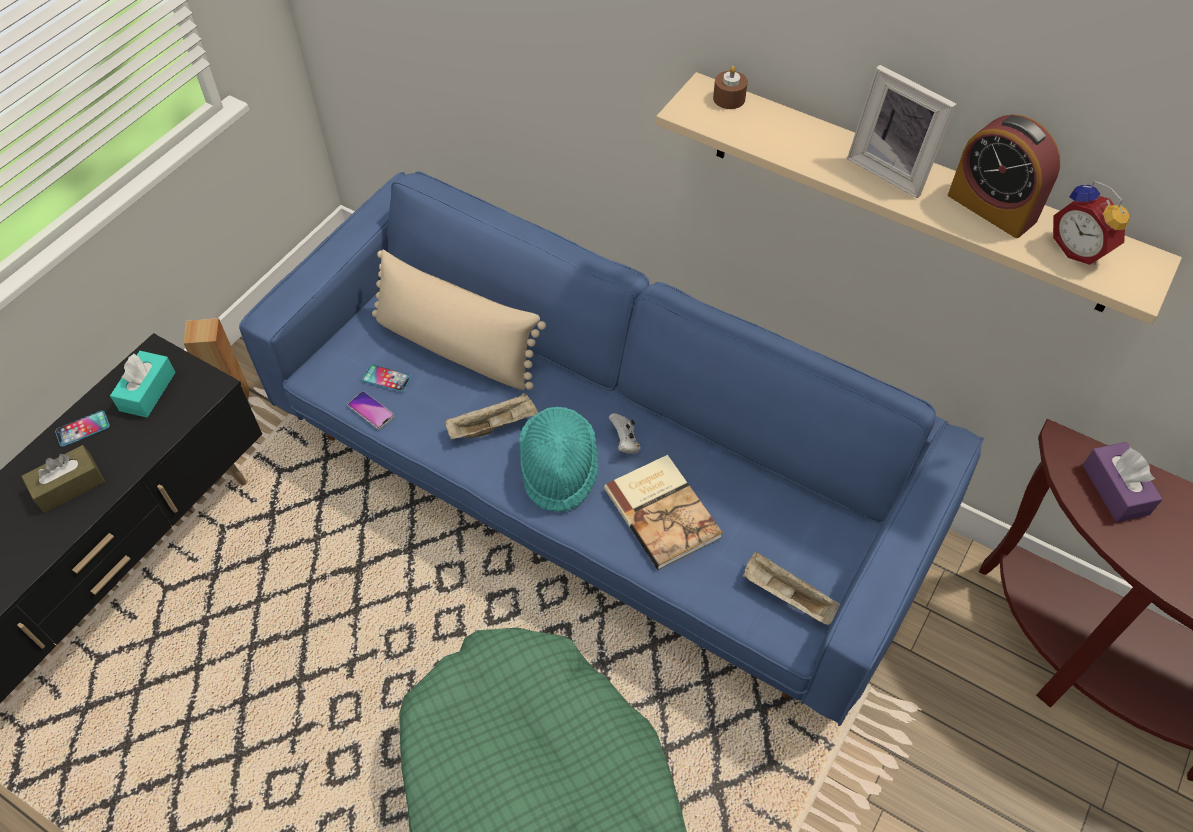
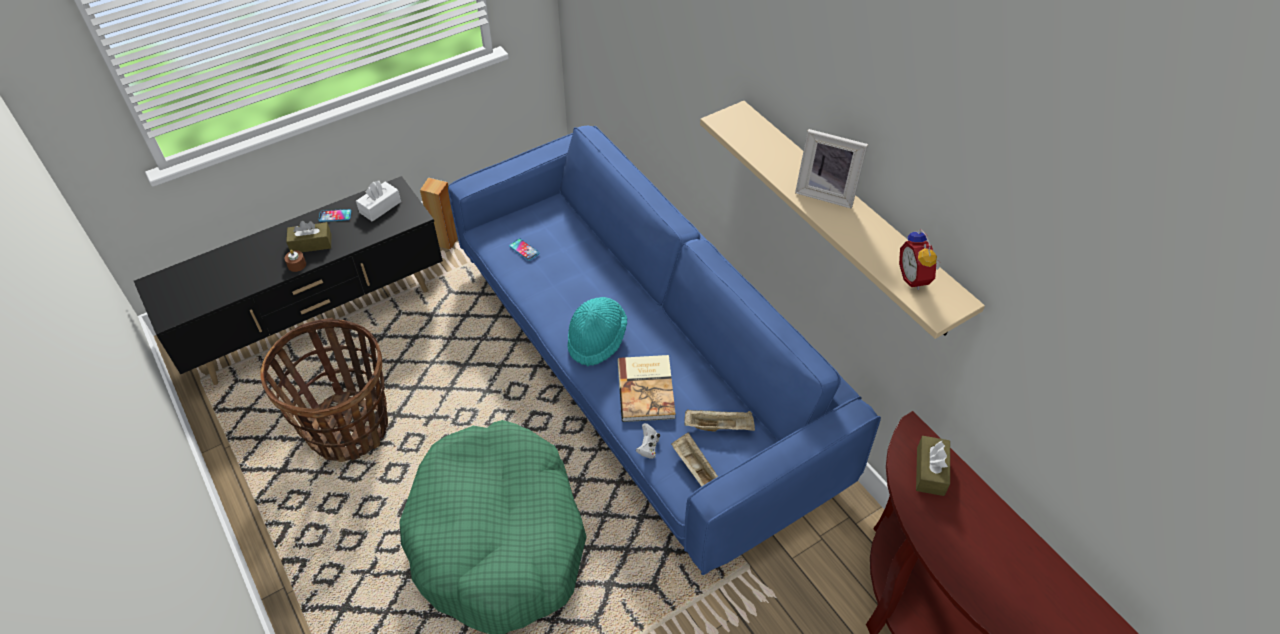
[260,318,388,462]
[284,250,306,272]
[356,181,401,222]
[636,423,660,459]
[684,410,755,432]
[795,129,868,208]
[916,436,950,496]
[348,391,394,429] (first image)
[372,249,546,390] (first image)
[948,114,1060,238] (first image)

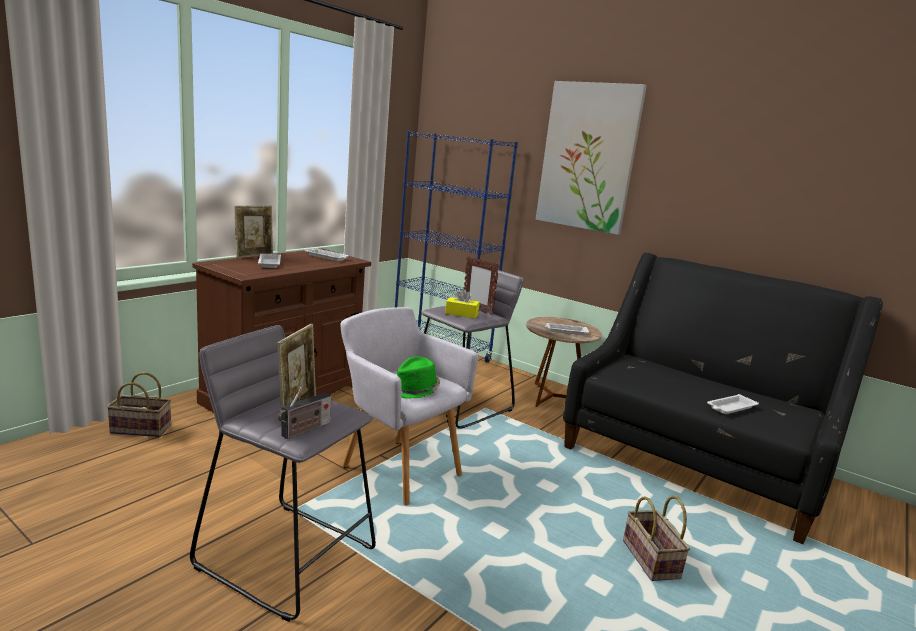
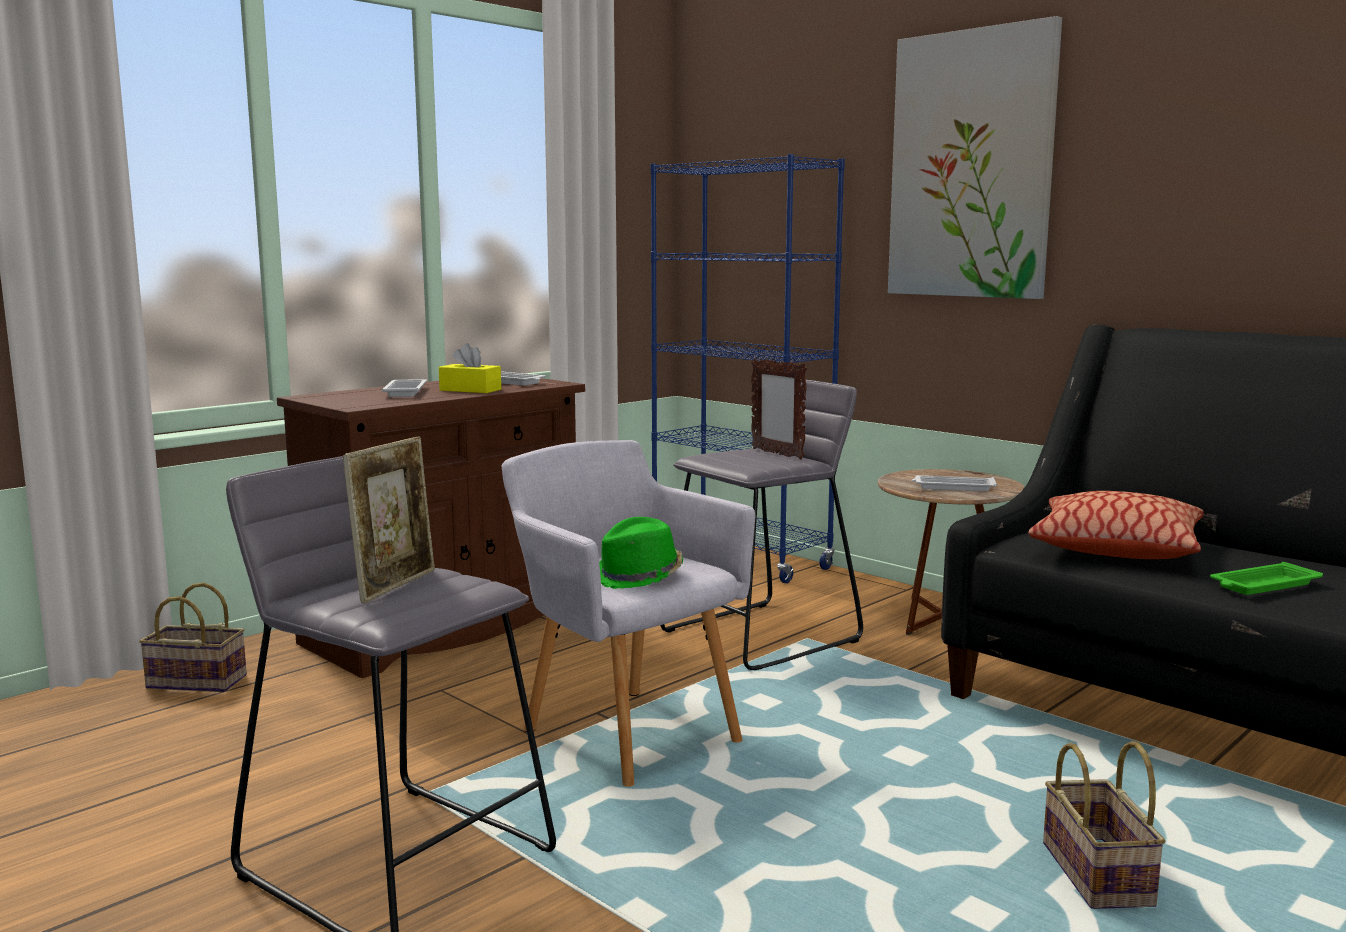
[439,343,501,393]
[1029,491,1204,559]
[1210,562,1323,595]
[234,206,273,258] (first image)
[278,387,331,439] (first image)

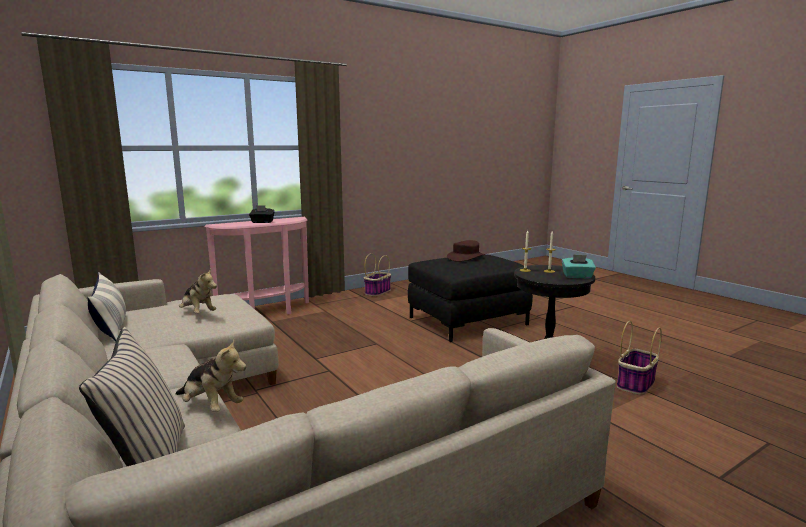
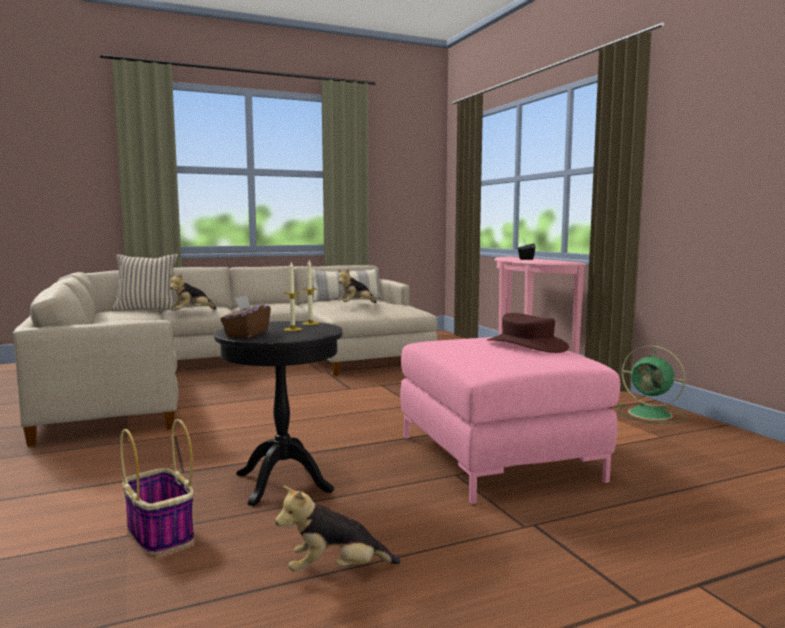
[220,295,271,338]
[275,485,401,571]
[400,337,620,504]
[618,345,686,424]

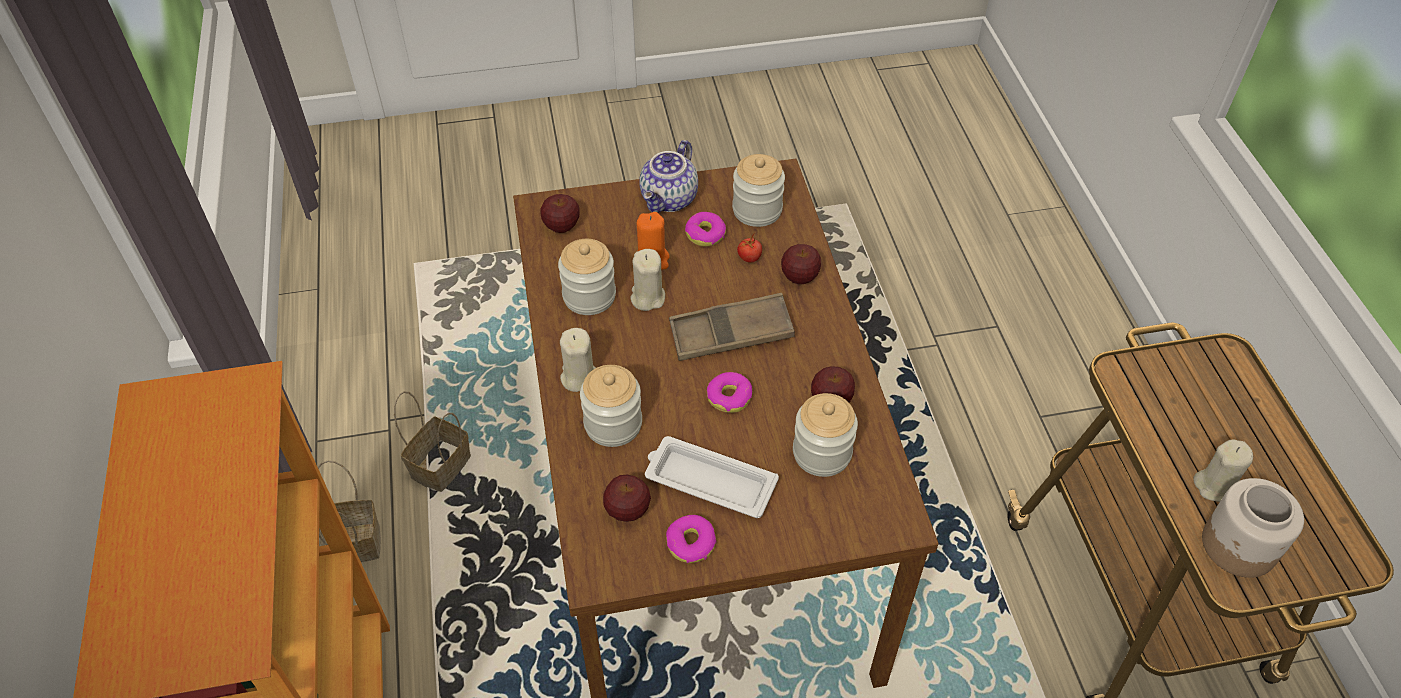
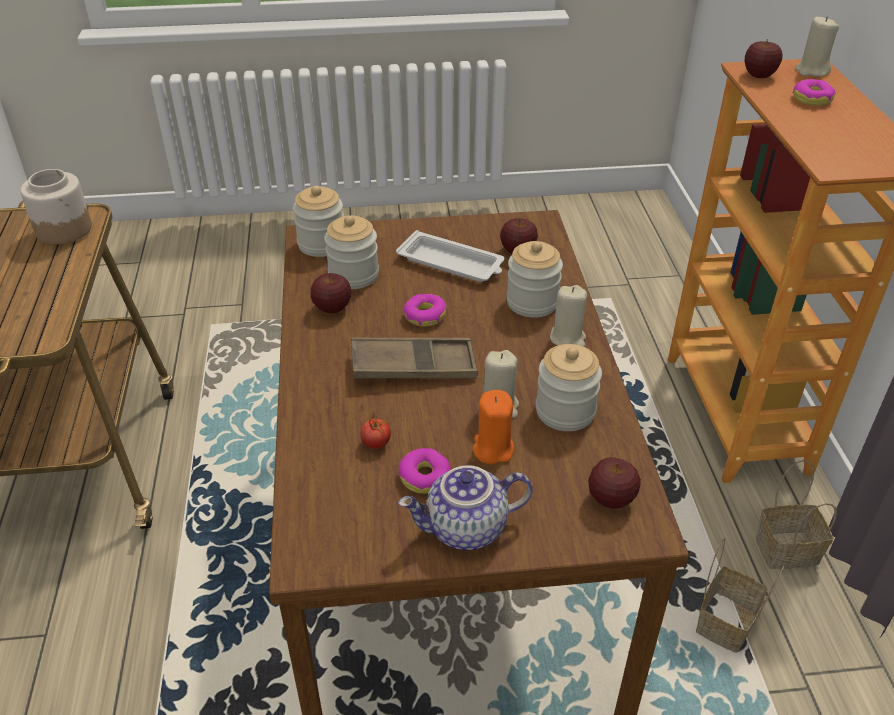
[293,186,344,257]
[398,465,533,550]
[744,39,783,78]
[792,79,836,106]
[795,16,839,77]

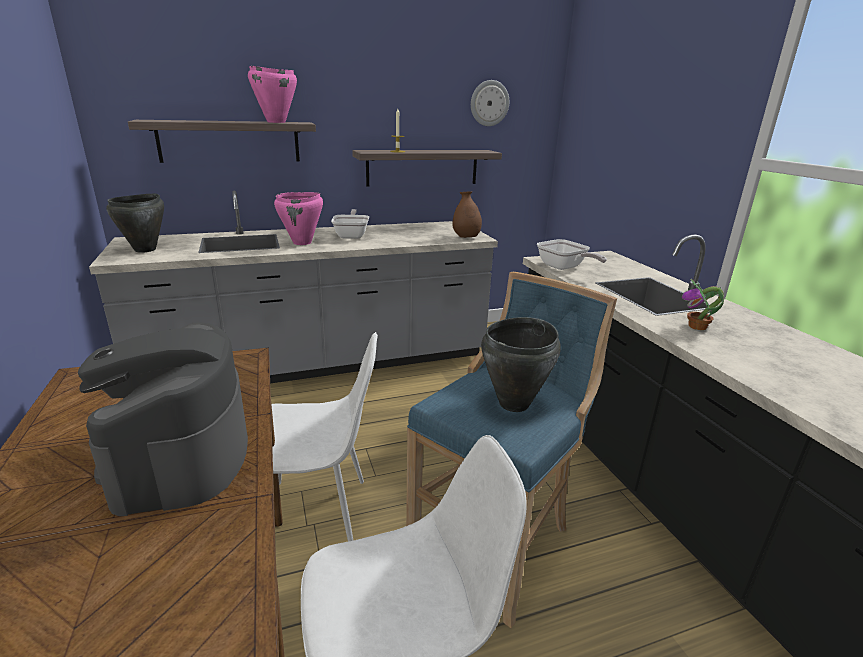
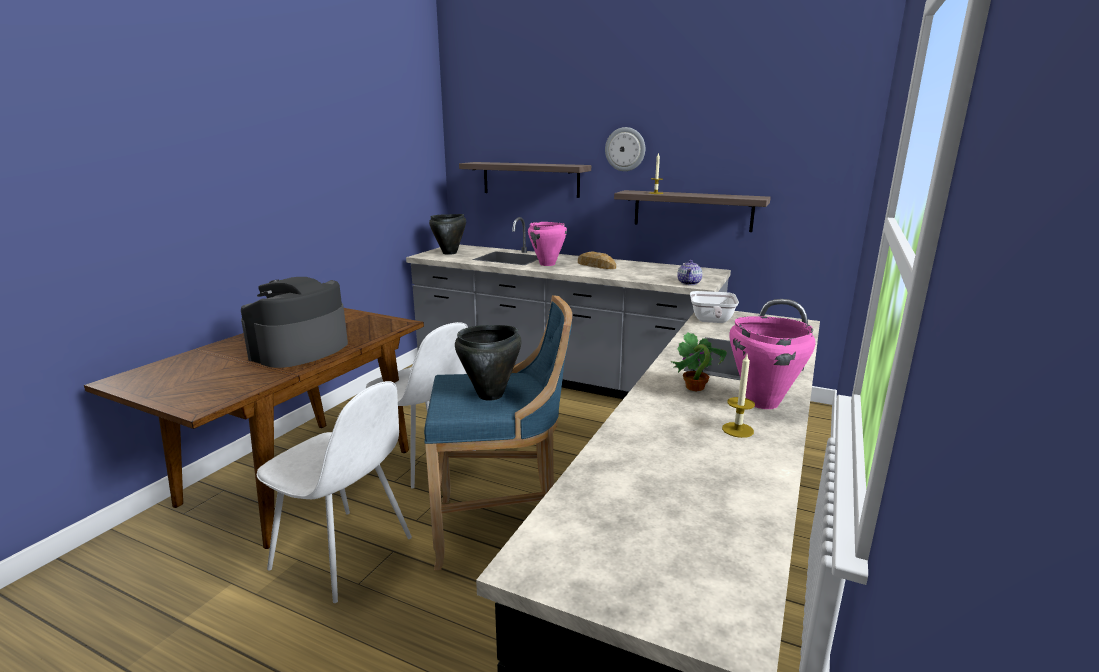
[578,251,616,269]
[605,127,645,171]
[677,260,702,285]
[722,354,755,438]
[729,316,815,409]

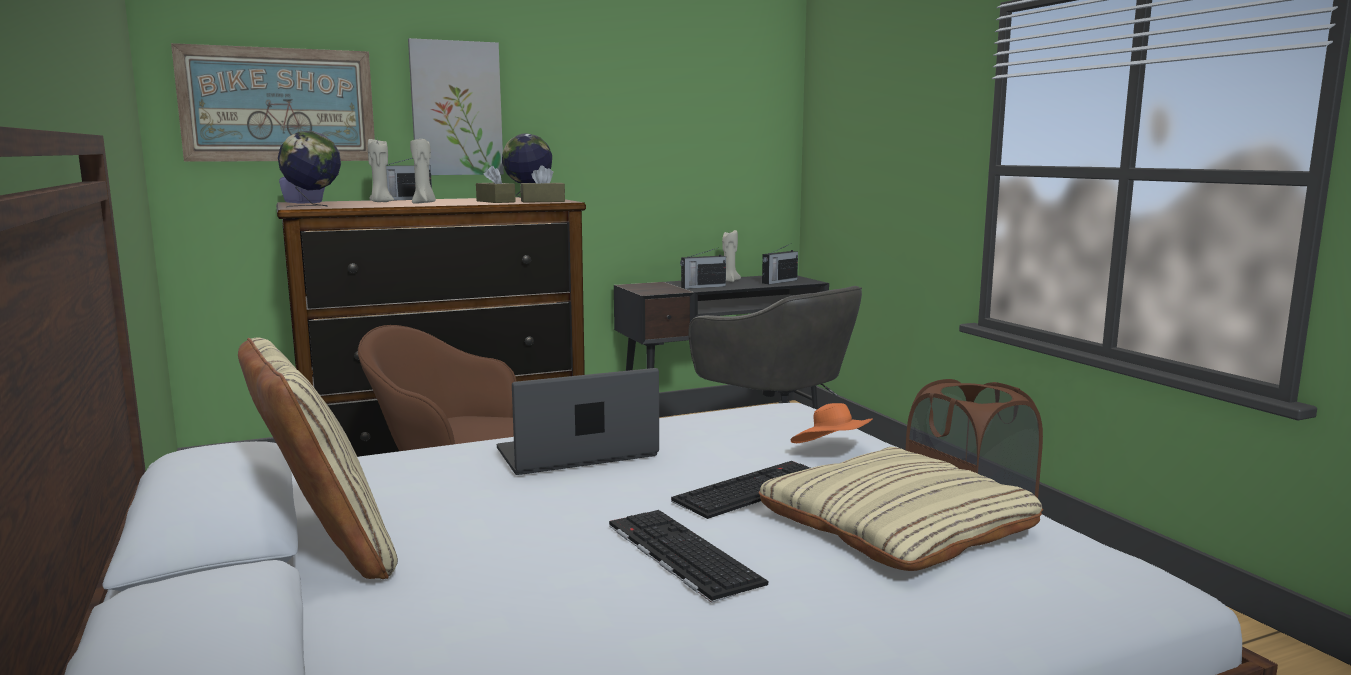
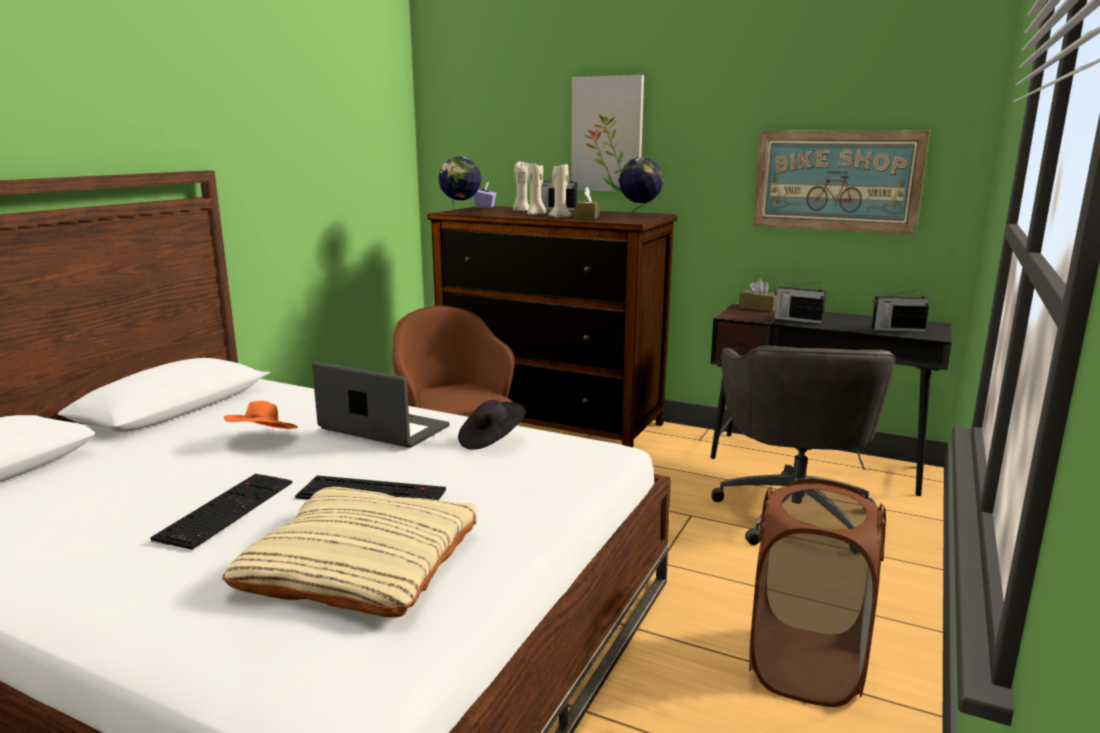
[224,401,298,429]
[458,400,526,450]
[548,164,572,218]
[739,279,776,312]
[753,131,930,234]
[238,337,398,579] (first image)

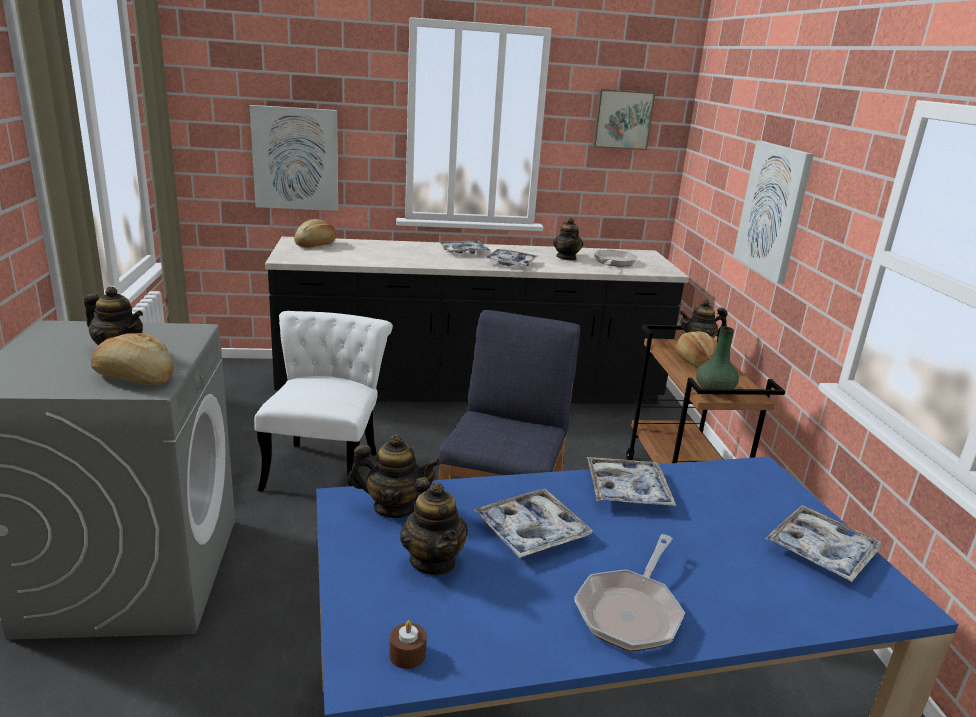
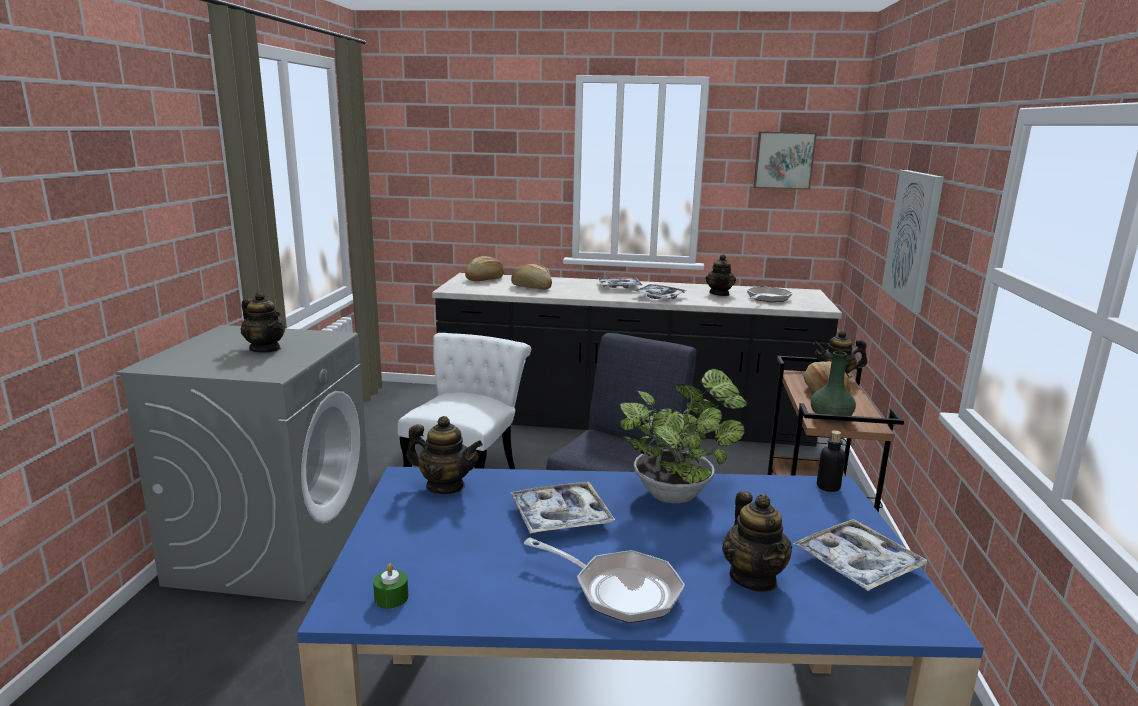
[373,563,409,609]
[511,264,552,290]
[524,538,685,623]
[620,369,747,503]
[722,491,792,592]
[817,430,845,492]
[250,105,338,211] (first image)

